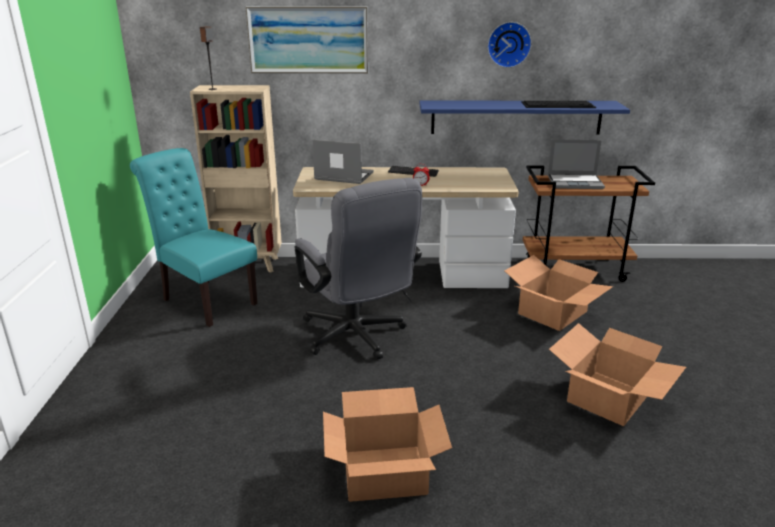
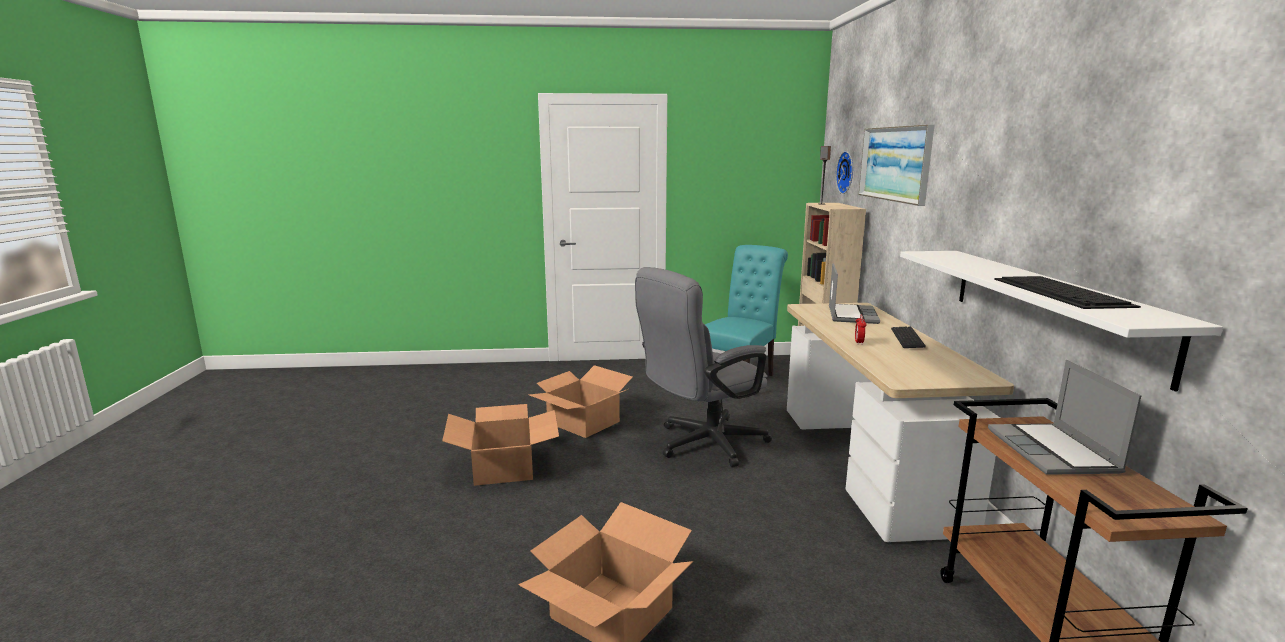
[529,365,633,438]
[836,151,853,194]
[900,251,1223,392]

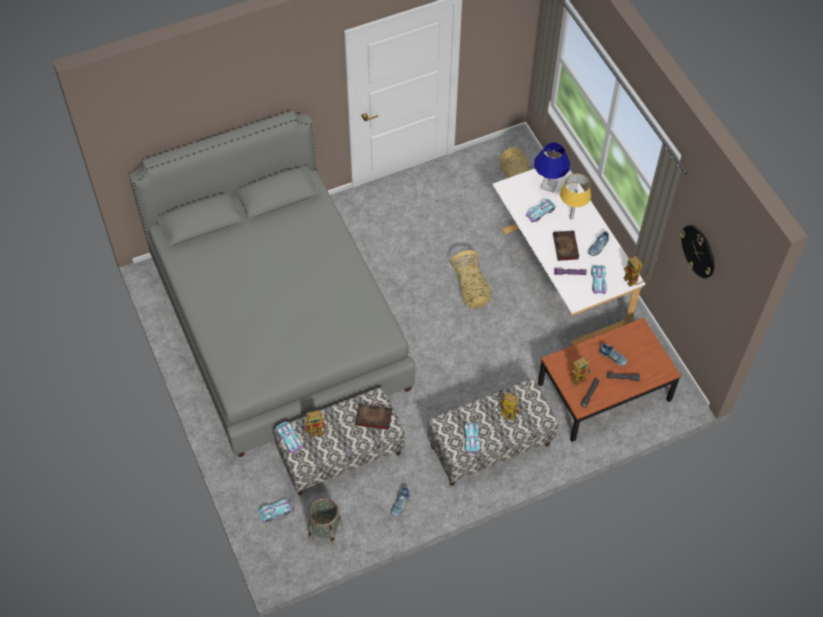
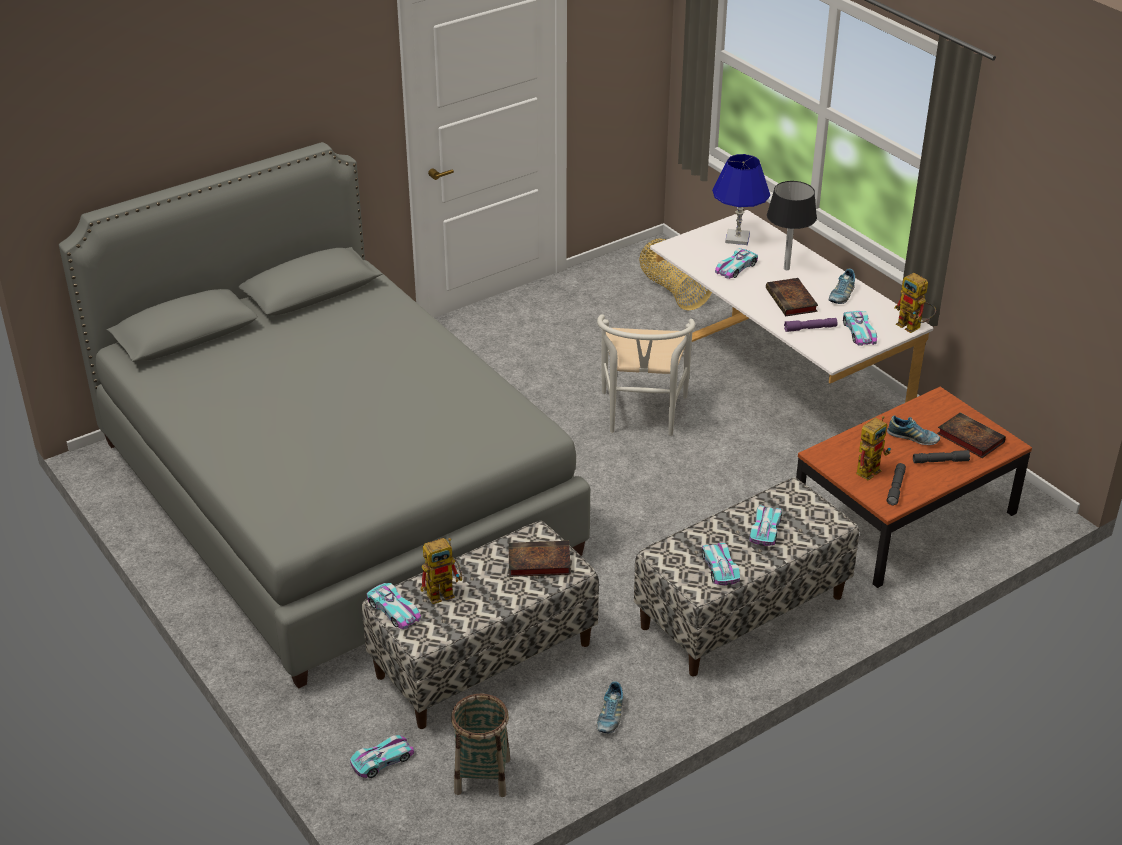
[597,314,695,436]
[749,505,782,546]
[767,181,817,270]
[937,412,1006,458]
[680,225,714,278] (first image)

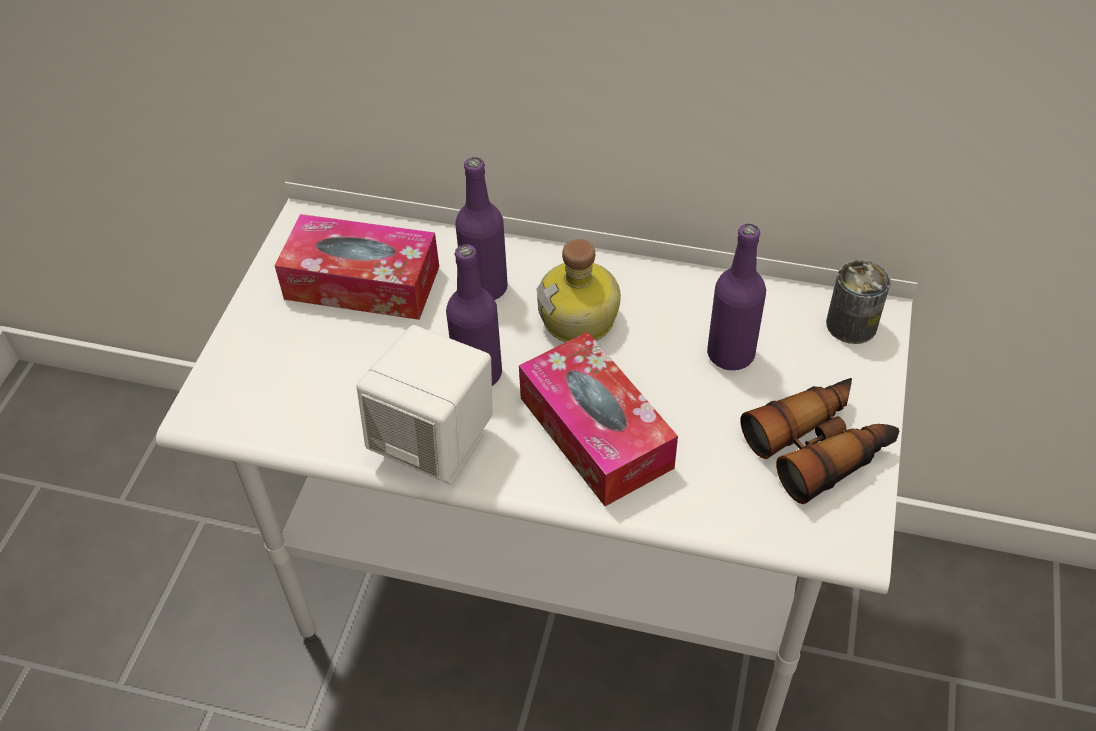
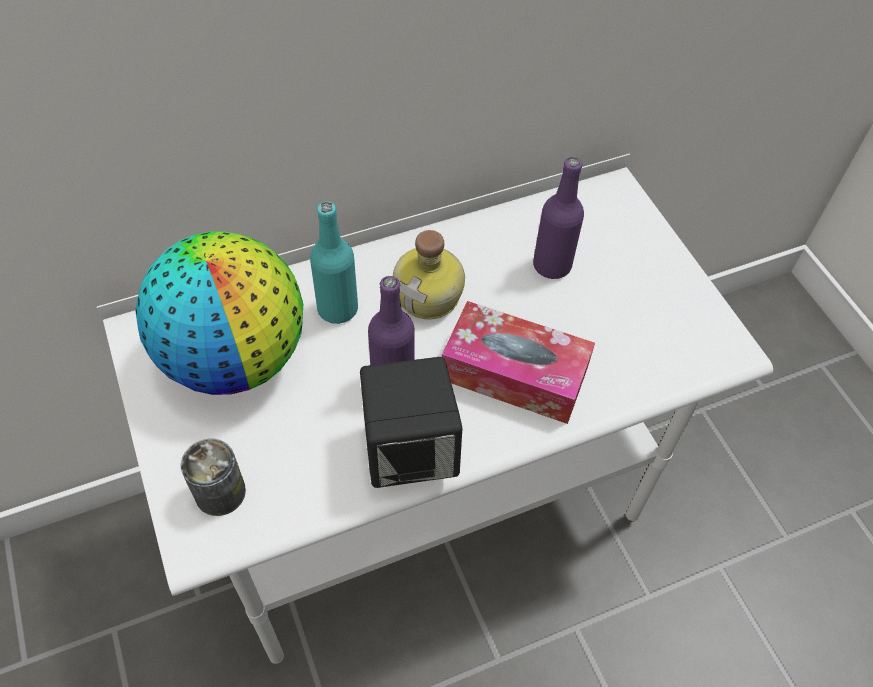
[135,231,303,395]
[180,439,246,516]
[310,202,358,324]
[360,357,462,488]
[741,378,900,504] (first image)

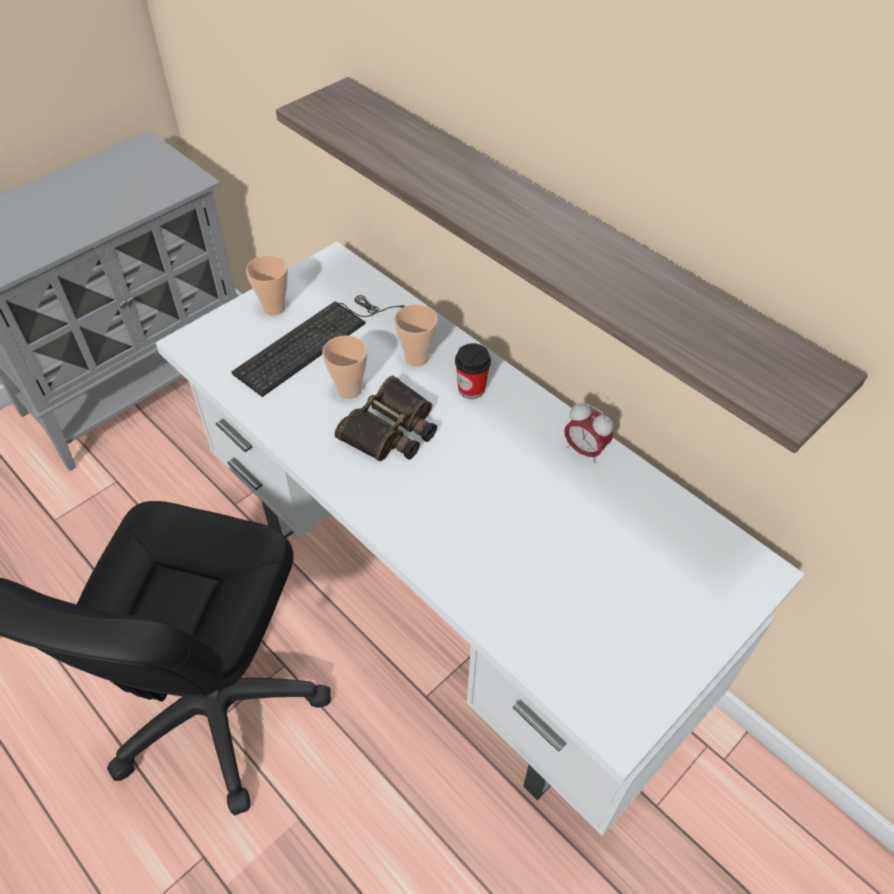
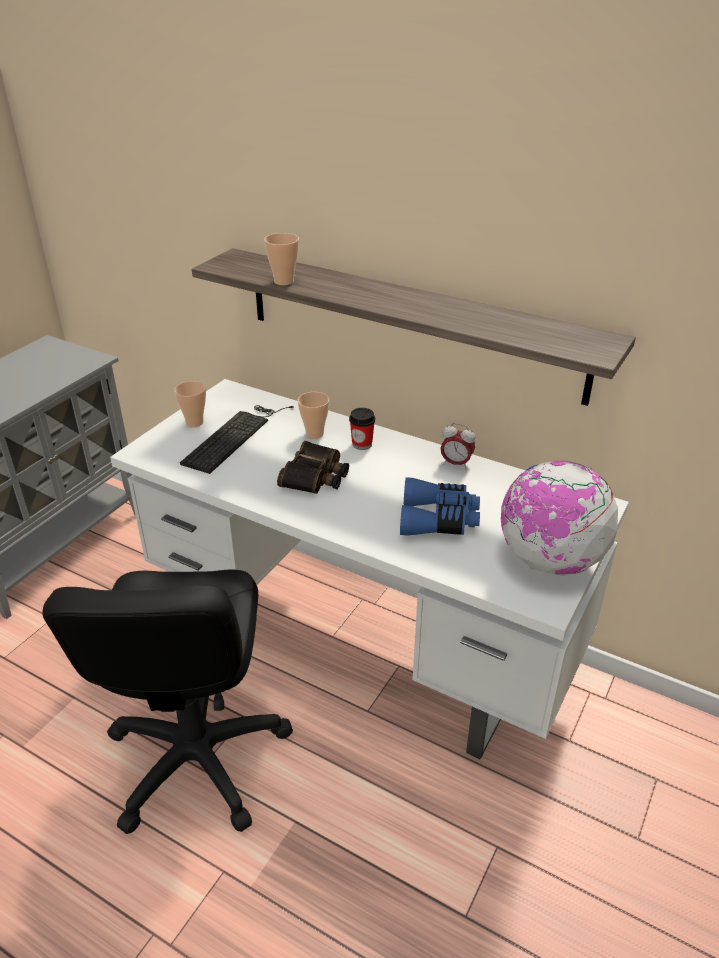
[264,233,299,285]
[400,477,480,536]
[501,461,618,576]

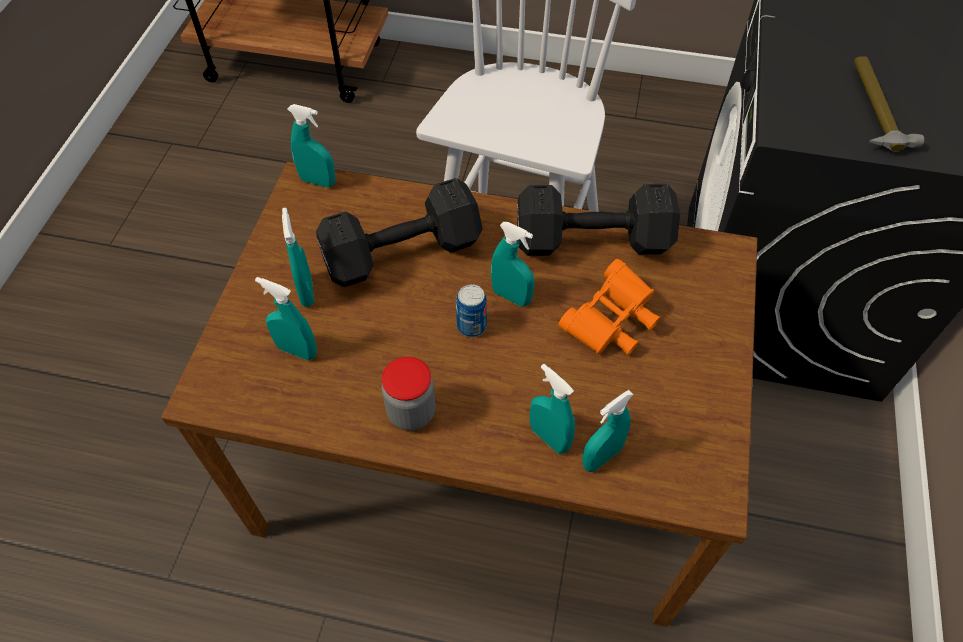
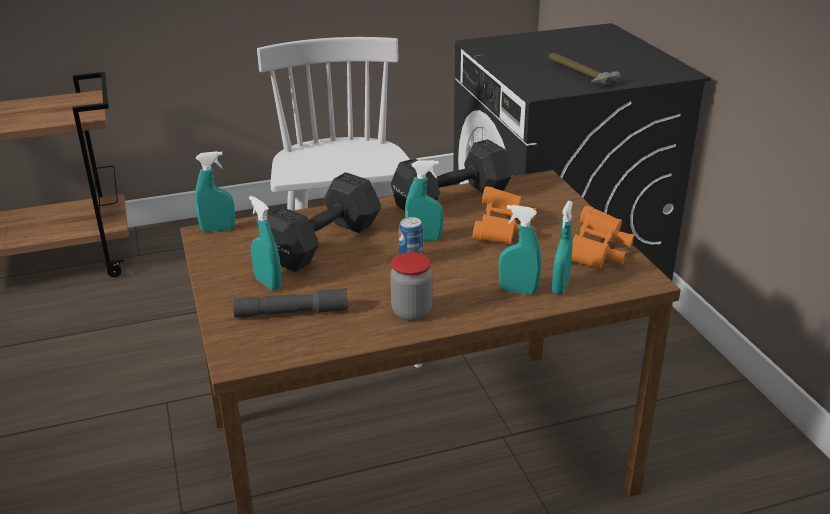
[233,288,348,317]
[571,206,635,269]

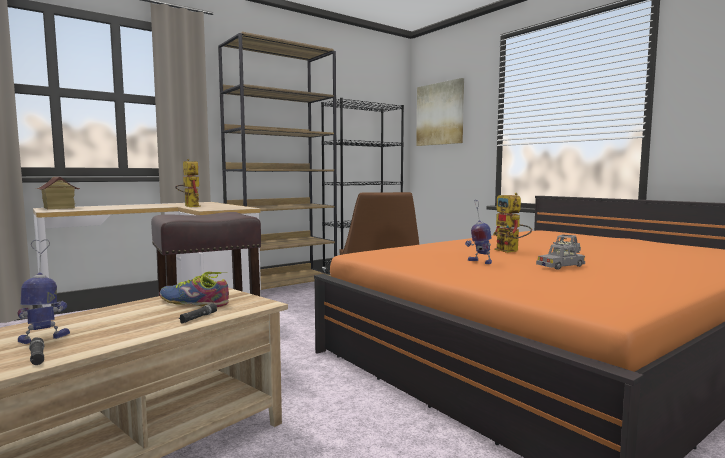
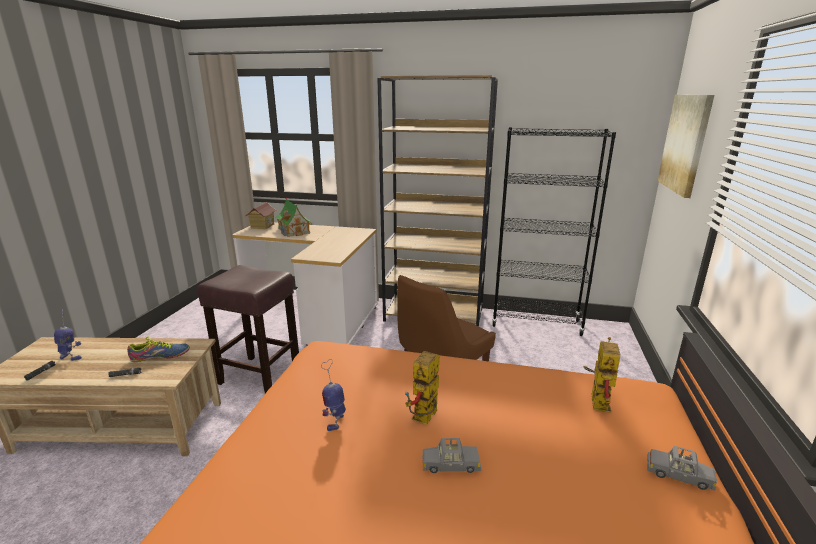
[127,337,190,362]
[275,198,314,237]
[583,337,620,412]
[647,446,717,490]

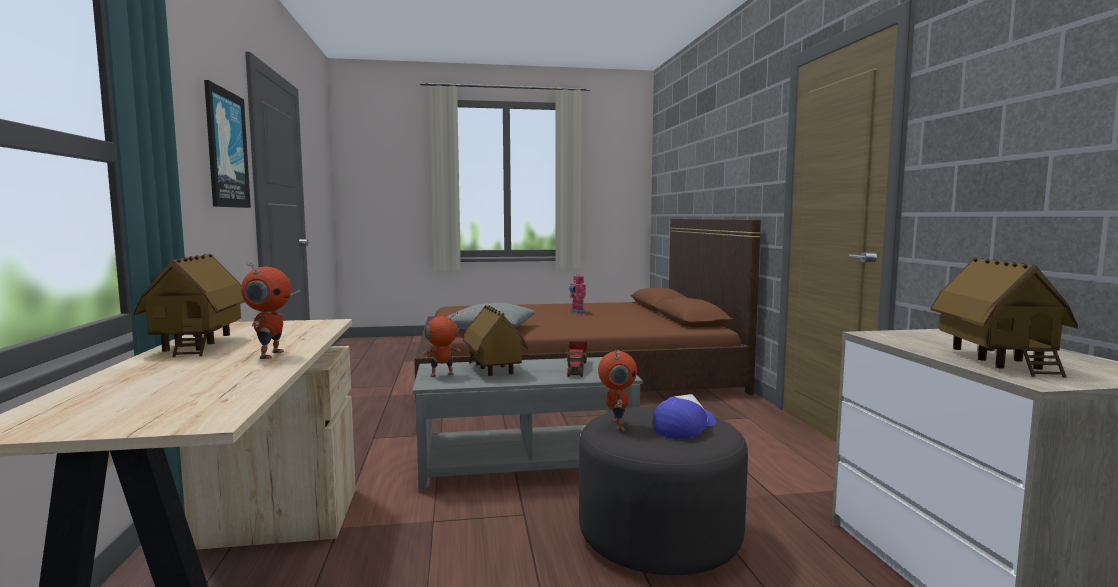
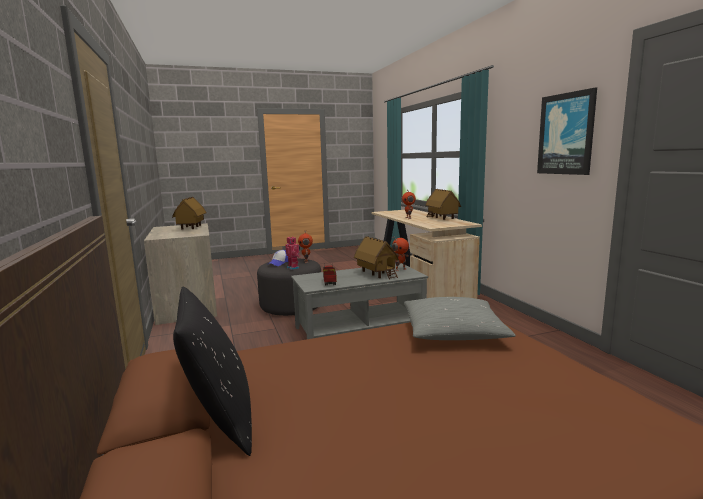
[173,287,252,456]
[285,236,301,270]

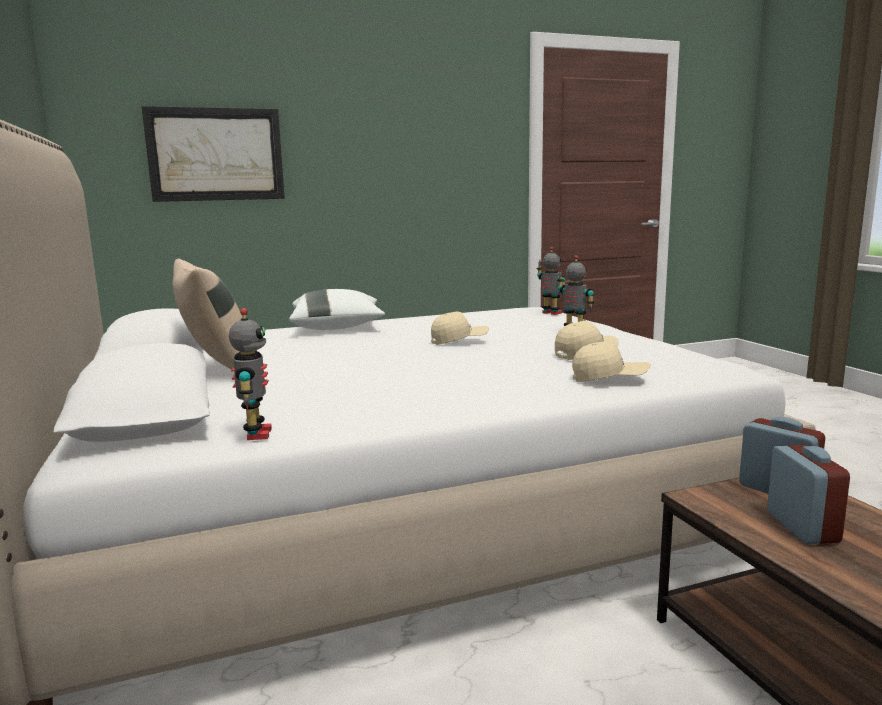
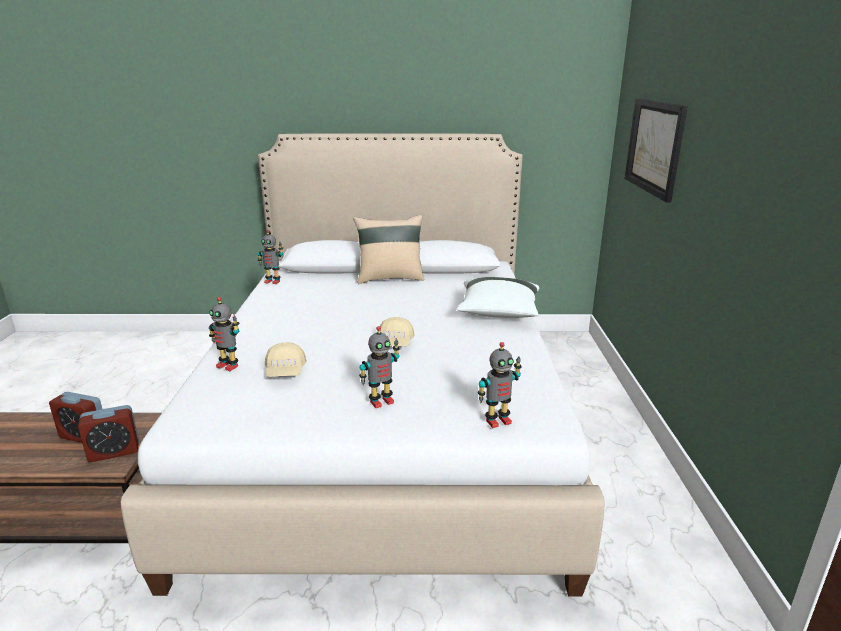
[209,297,239,371]

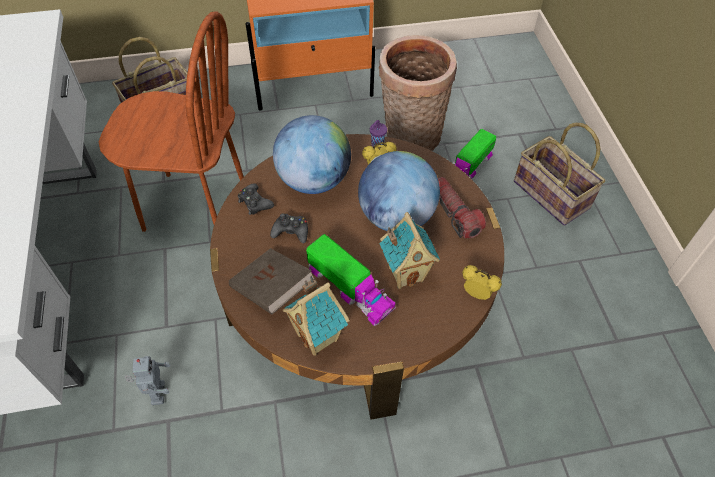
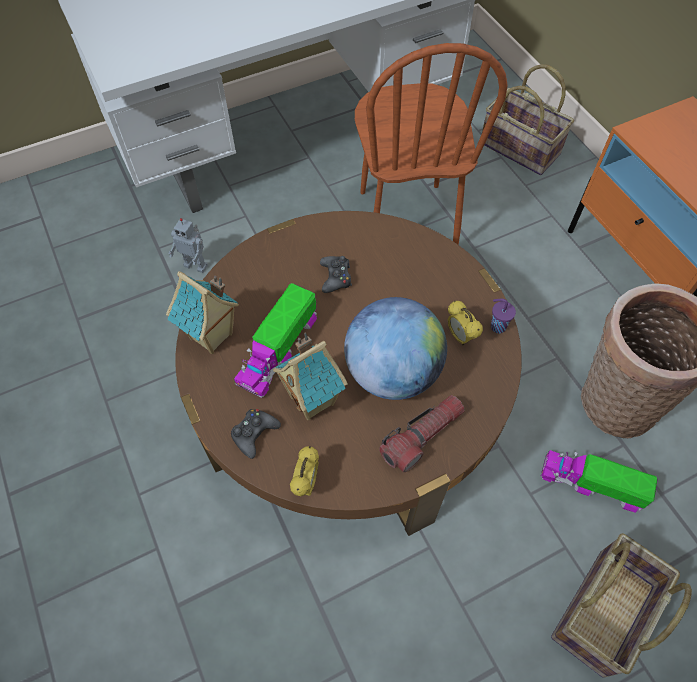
[168,218,208,273]
[231,409,281,459]
[229,248,315,314] (first image)
[273,115,351,194] (first image)

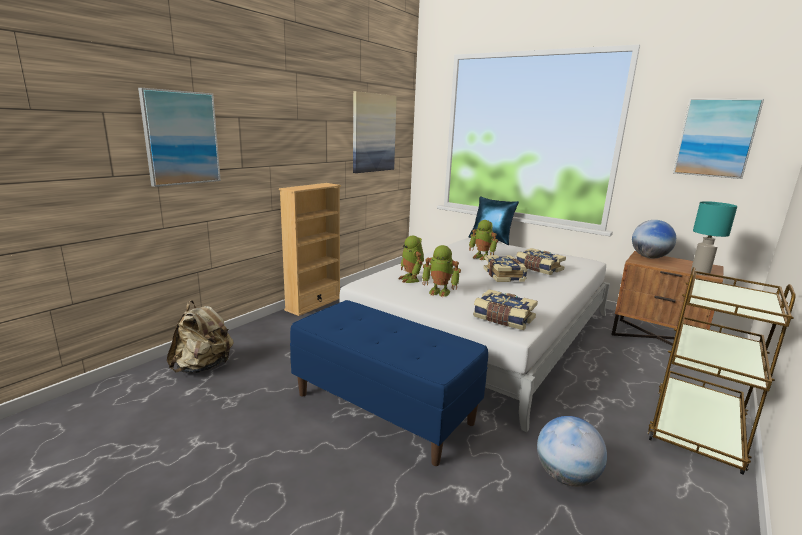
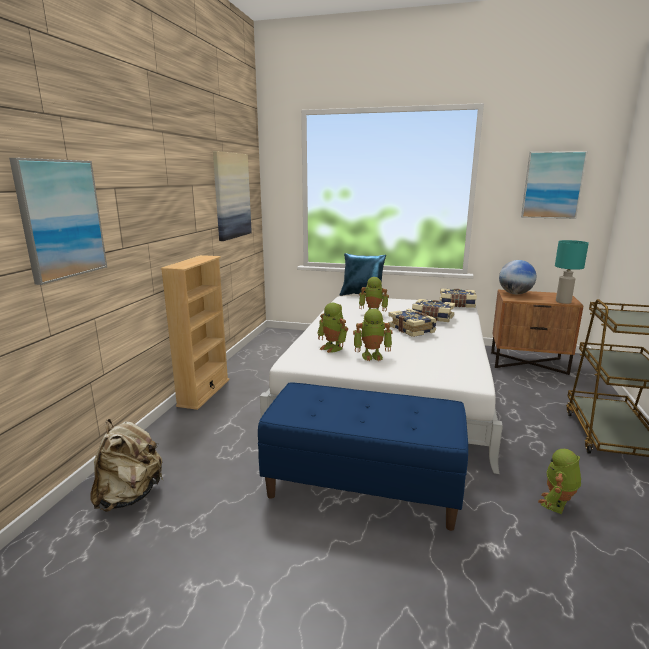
[440,289,477,308]
[538,449,581,514]

